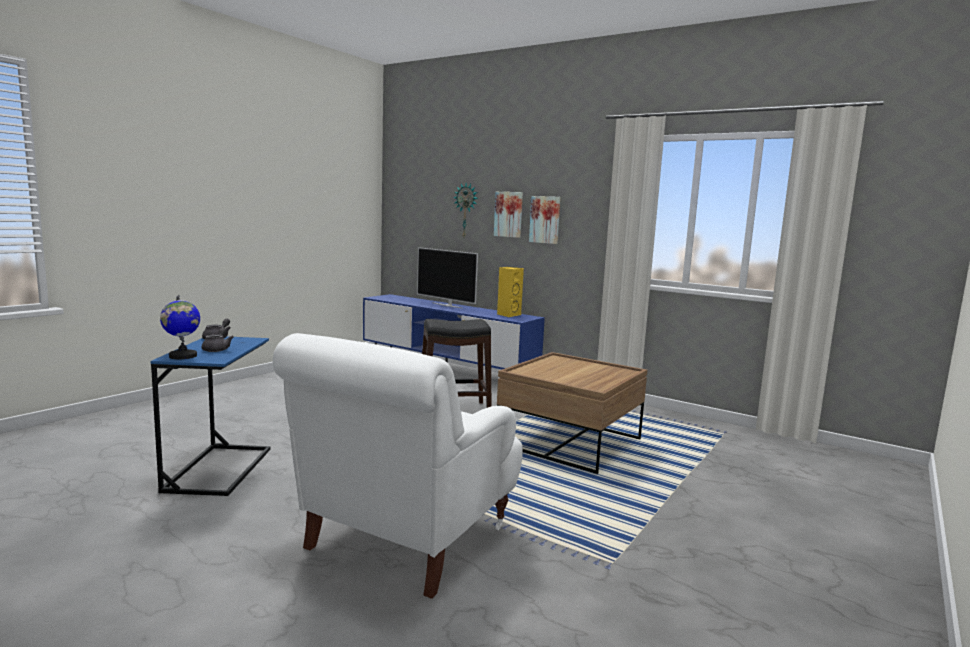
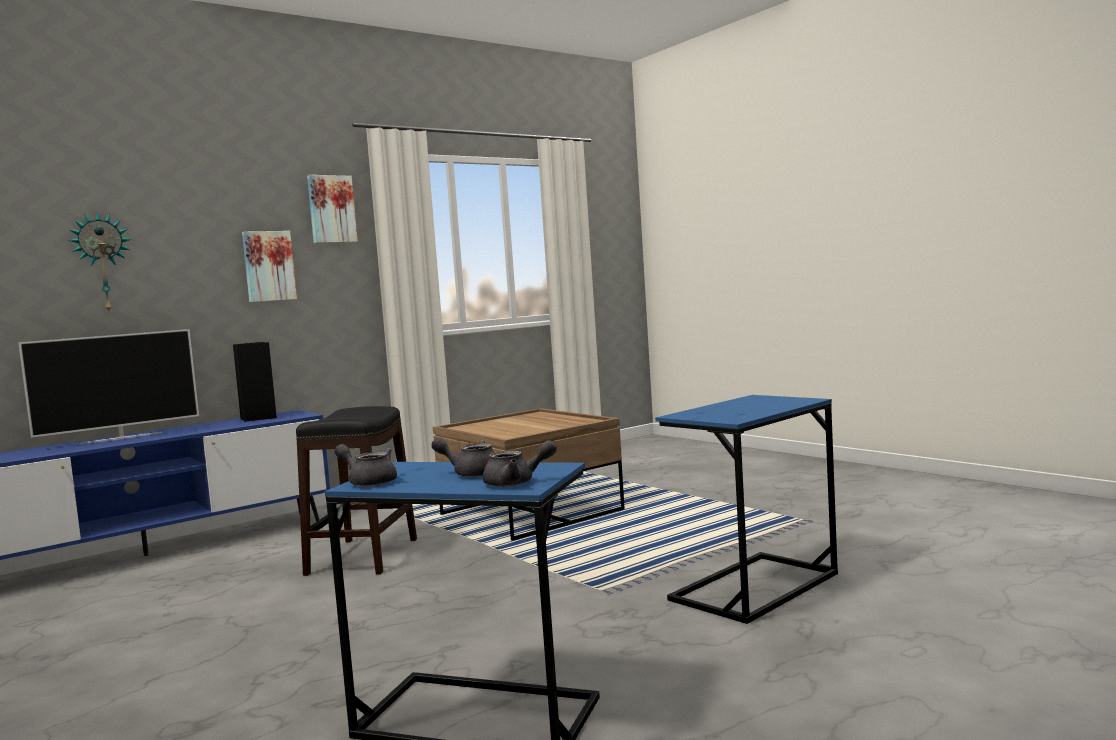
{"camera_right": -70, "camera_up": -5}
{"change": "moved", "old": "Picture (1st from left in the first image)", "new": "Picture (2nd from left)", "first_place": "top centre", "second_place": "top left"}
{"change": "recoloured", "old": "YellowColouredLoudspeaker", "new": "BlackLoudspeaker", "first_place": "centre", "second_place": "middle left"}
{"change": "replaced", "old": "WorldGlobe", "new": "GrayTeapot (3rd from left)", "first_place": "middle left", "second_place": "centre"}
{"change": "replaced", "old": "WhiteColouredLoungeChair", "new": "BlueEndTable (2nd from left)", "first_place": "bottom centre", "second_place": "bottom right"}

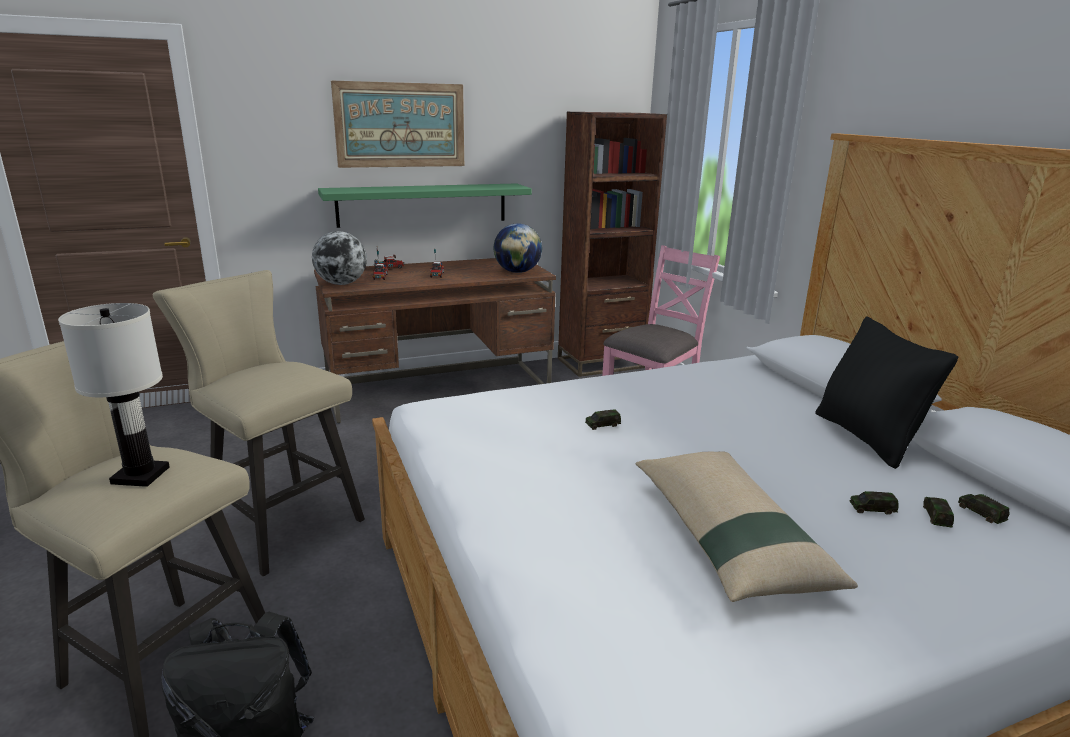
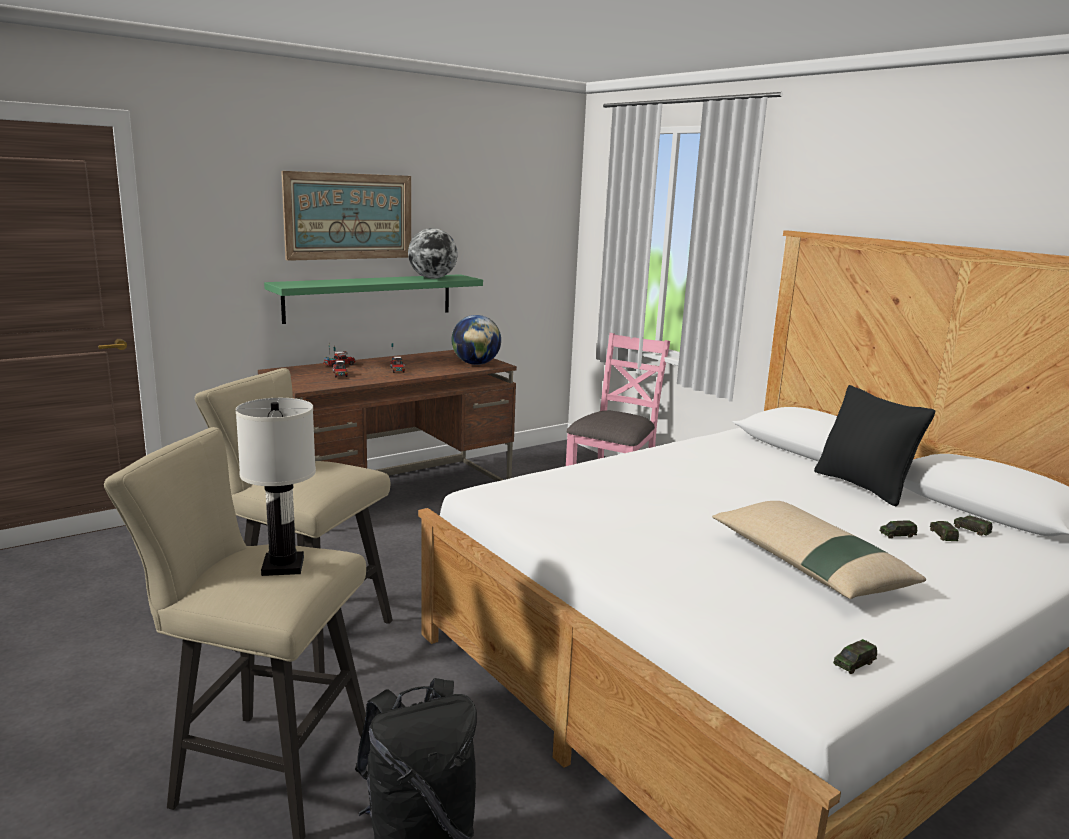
{"camera_right": -15, "camera_up": -5}
{"change": "removed", "old": "BrownShelvingUnit", "first_place": "top centre"}
{"change": "moved", "old": "WorldGlobe (1st from left)", "first_place": "middle left", "second_place": "top centre"}
{"change": "moved", "old": "ModelCar (1st from left)", "first_place": "centre", "second_place": "bottom right"}

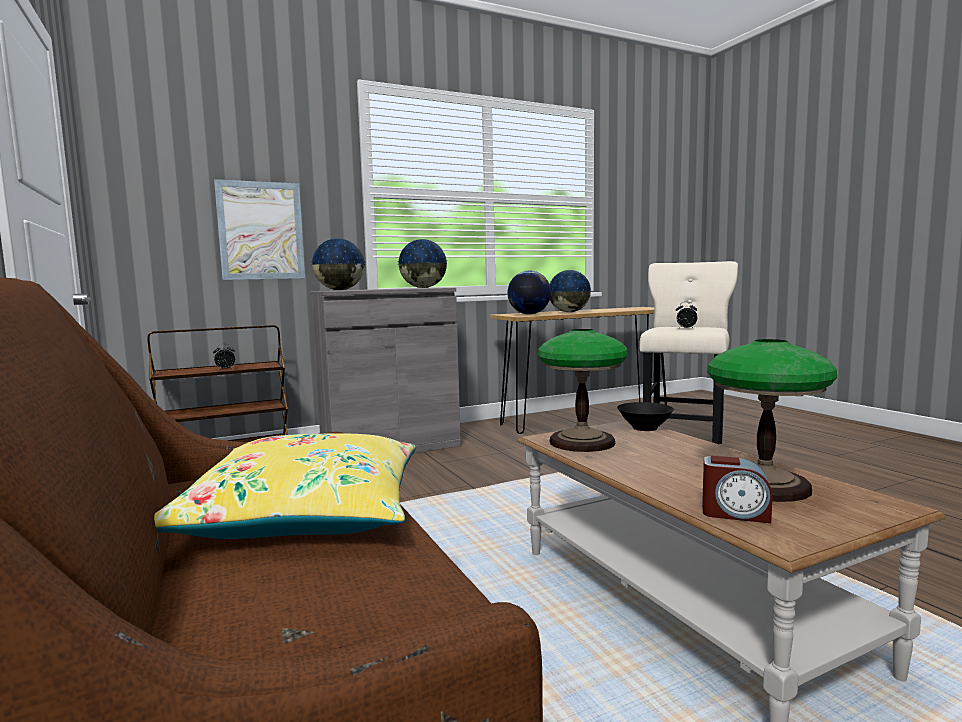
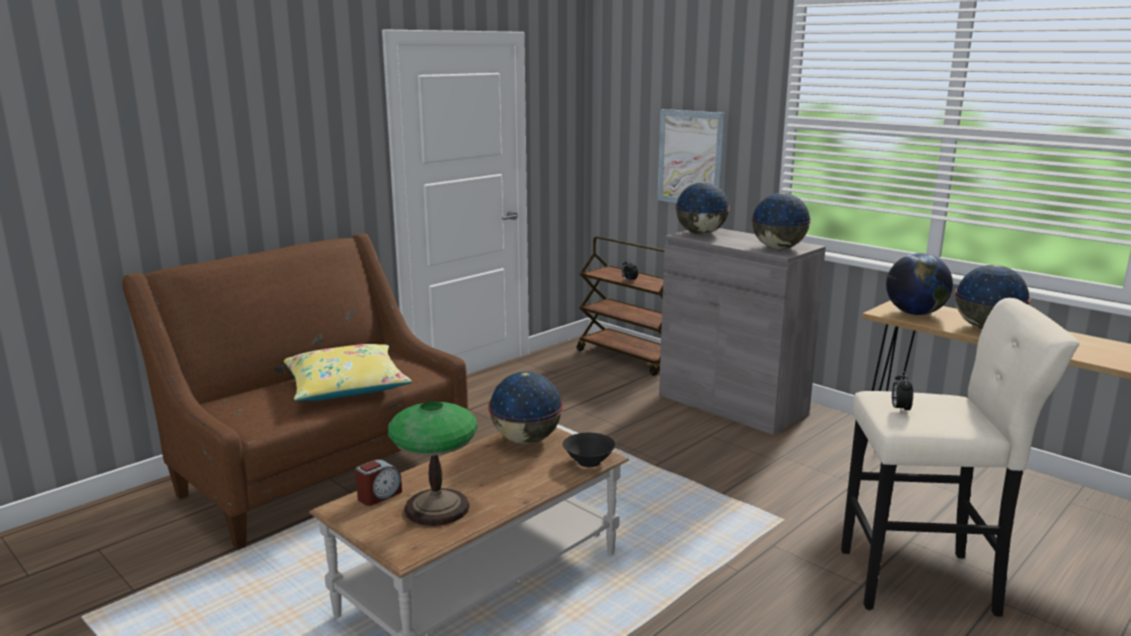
{"camera_right": 70, "camera_up": 10}
{"change": "replaced", "old": "LampForATable (1st from left)", "new": "WorldGlobe (1st from left)", "first_place": "centre", "second_place": "centre"}
{"change": "turned", "old": "TableClock (3rd from left in the first image)", "first_place": "bottom right", "second_place": "bottom centre", "degrees": -135}

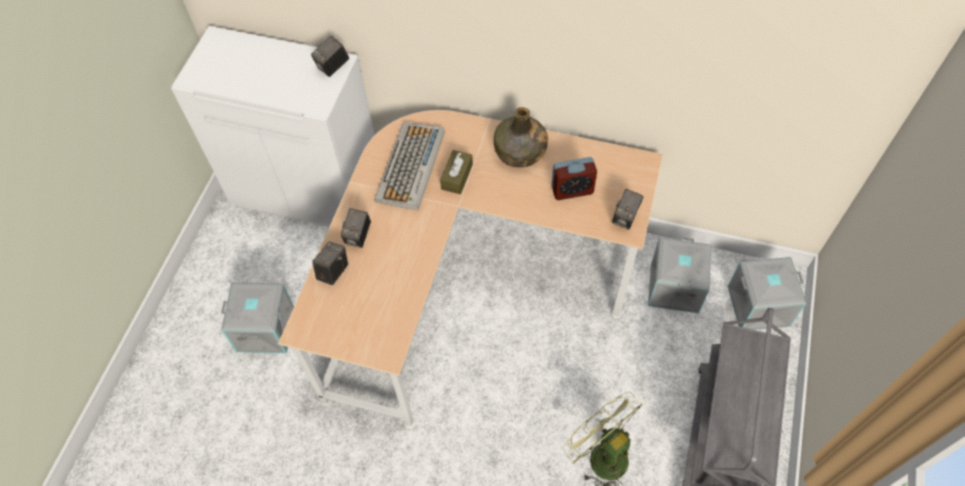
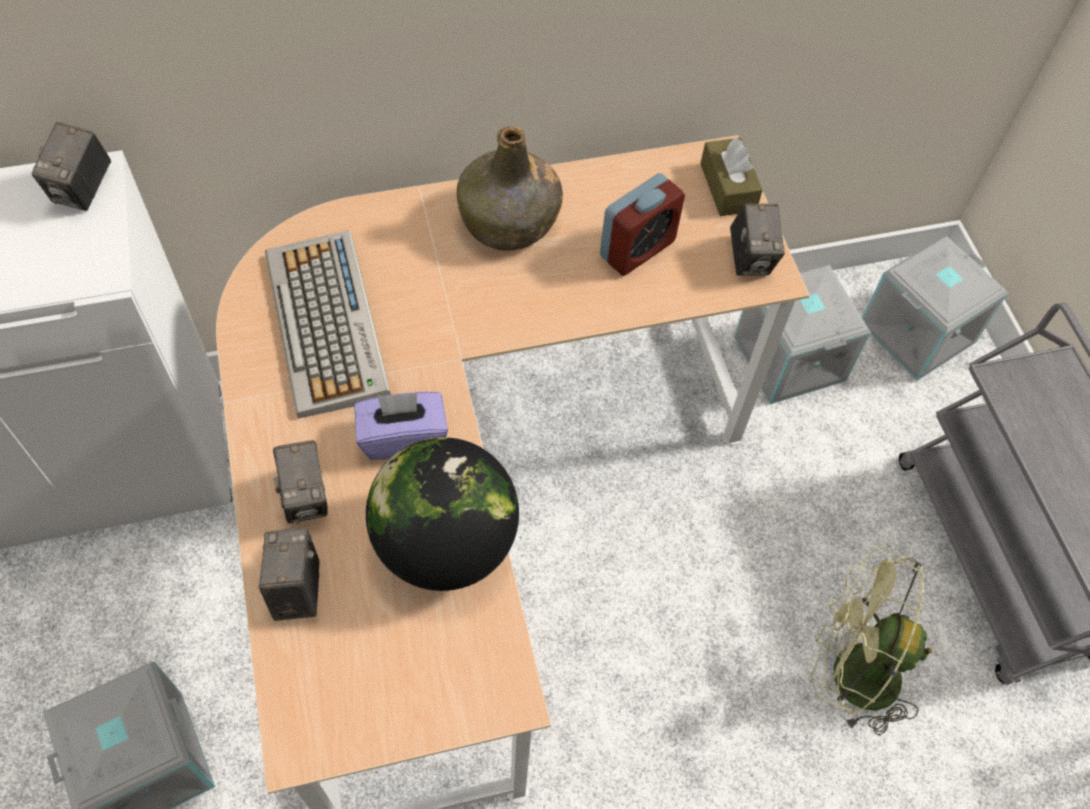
{"camera_right": -35, "camera_up": 0}
{"change": "moved", "old": "BrownBoxOfTissues", "first_place": "centre", "second_place": "top right"}
{"change": "added", "new": "PurpleBoxOfTissues", "second_place": "centre"}
{"change": "added", "new": "WorldGlobe", "second_place": "centre"}

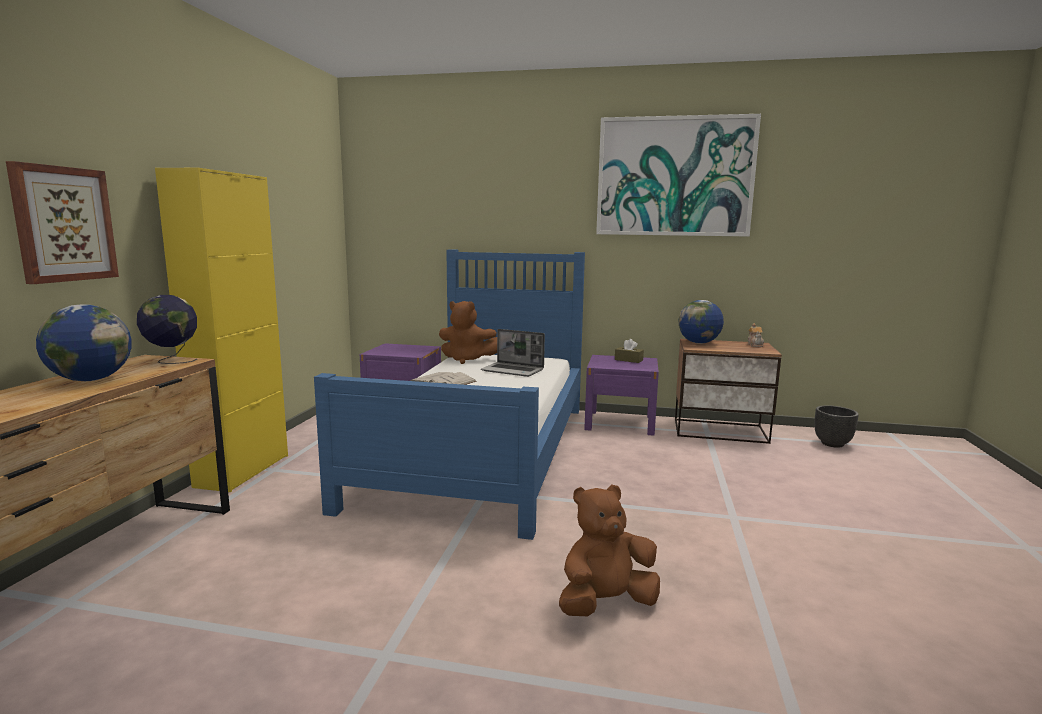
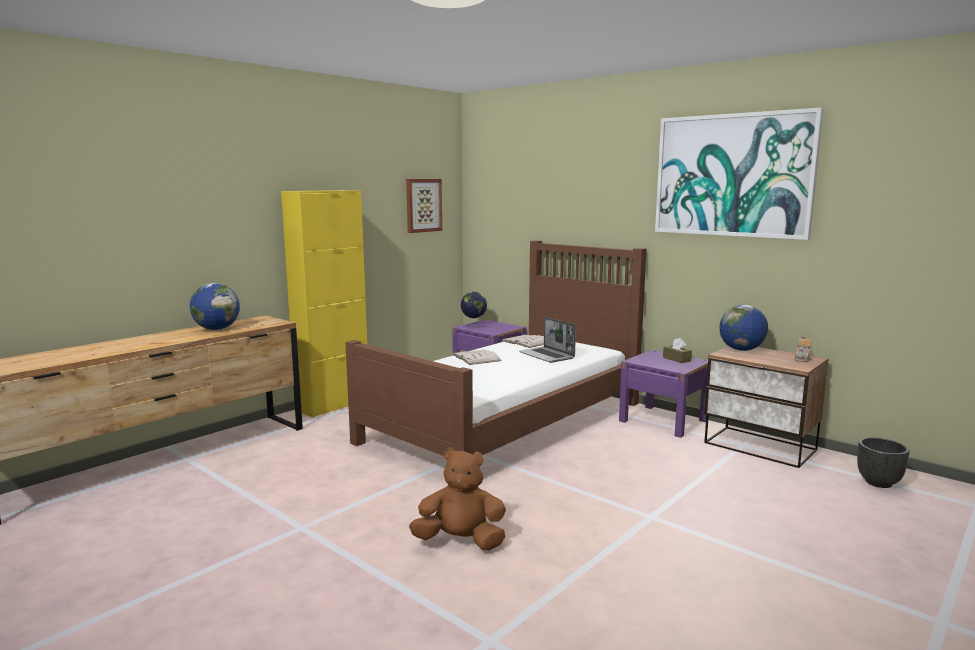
{"camera_right": 30, "camera_up": 0}
{"change": "moved", "old": "Picture (1st from left)", "first_place": "top left", "second_place": "top centre"}
{"change": "recoloured", "old": "BlueBedroomBed", "new": "BrownBedroomBed", "first_place": "centre", "second_place": "centre"}
{"change": "moved", "old": "WorldGlobe (2nd from left)", "first_place": "middle left", "second_place": "centre"}
{"change": "replaced", "old": "BrownSoftToy (1st from left)", "new": "WhiteColouredBoundBook (2nd from left)", "first_place": "centre", "second_place": "centre"}

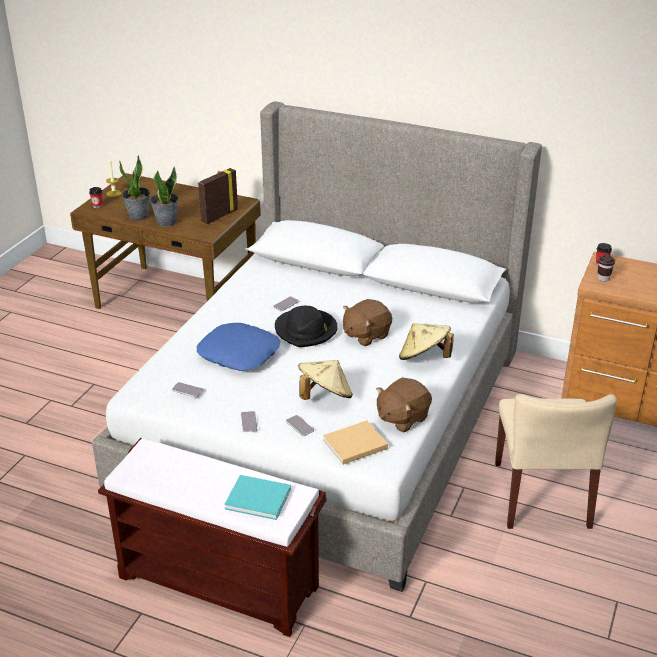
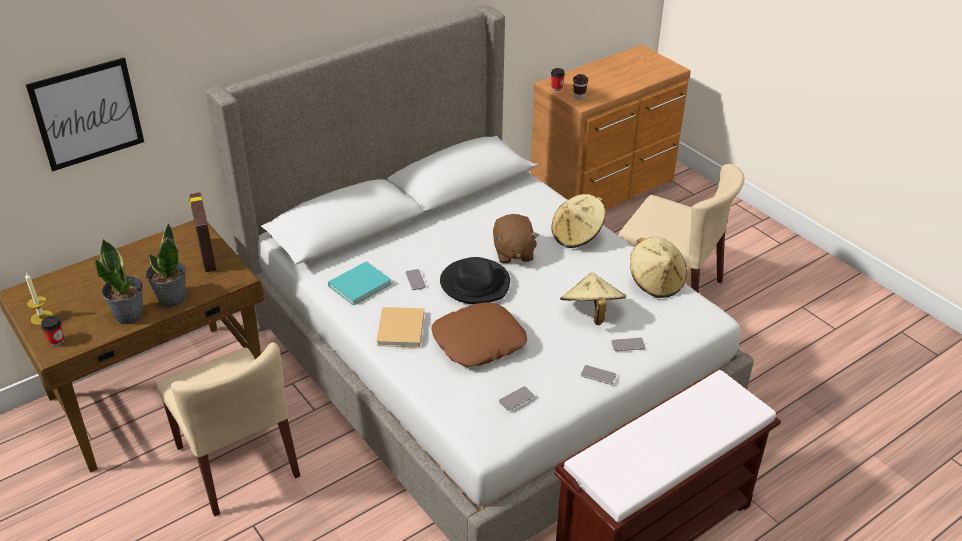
{"camera_right": -60, "camera_up": 5}
{"change": "recoloured", "old": "BluePillow", "new": "BrownPillow", "first_place": "centre", "second_place": "centre"}
{"change": "replaced", "old": "BrownSoftToy (2nd from left)", "new": "BeigeWearableHat (3rd from left)", "first_place": "centre", "second_place": "middle right"}
{"change": "moved", "old": "BeigeBoundBook", "first_place": "bottom centre", "second_place": "centre"}
{"change": "moved", "old": "TurquoiseBoundBook", "first_place": "bottom centre", "second_place": "centre"}
{"change": "added", "new": "Picture", "second_place": "top left"}
{"change": "added", "new": "BeigeChair (1st from left)", "second_place": "bottom left"}

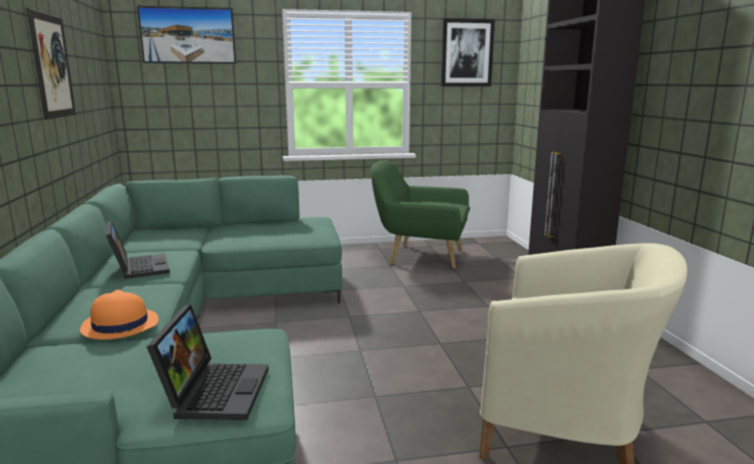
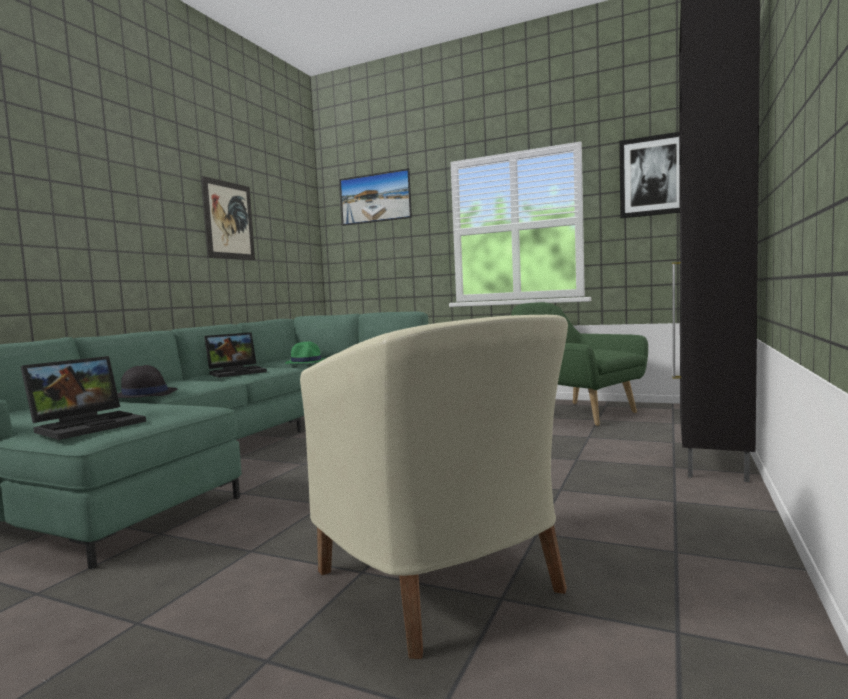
{"camera_right": 35, "camera_up": -10}
{"change": "turned", "old": "NotebookComputer (1st from left in the first image)", "first_place": "middle left", "second_place": "middle left", "degrees": 45}
{"change": "recoloured", "old": "OrangeColouredWearableHat", "new": "BlackWearableHat", "first_place": "bottom left", "second_place": "middle left"}
{"change": "added", "new": "GreenishWearableHat", "second_place": "centre"}

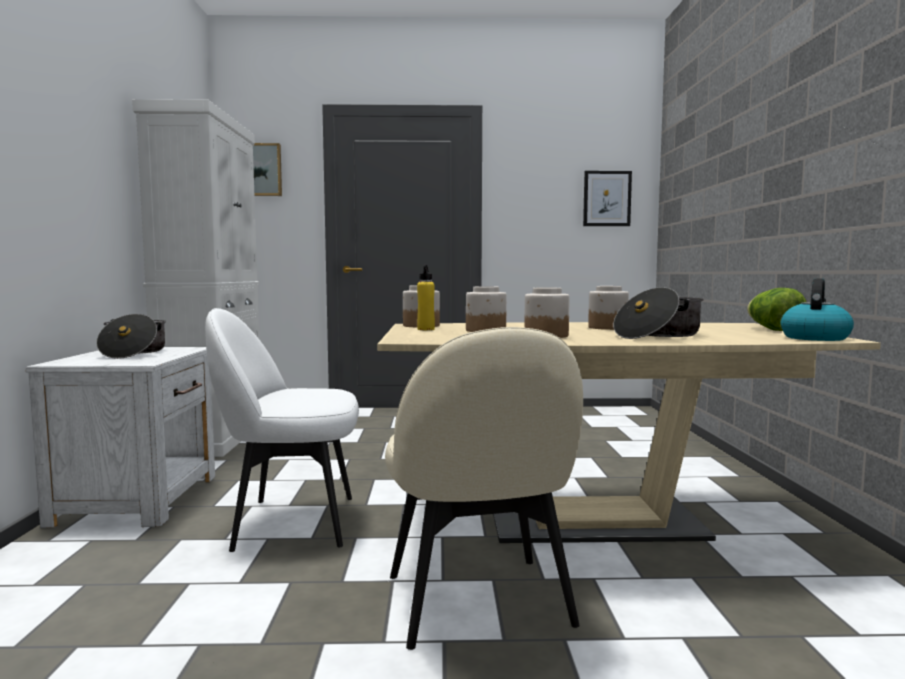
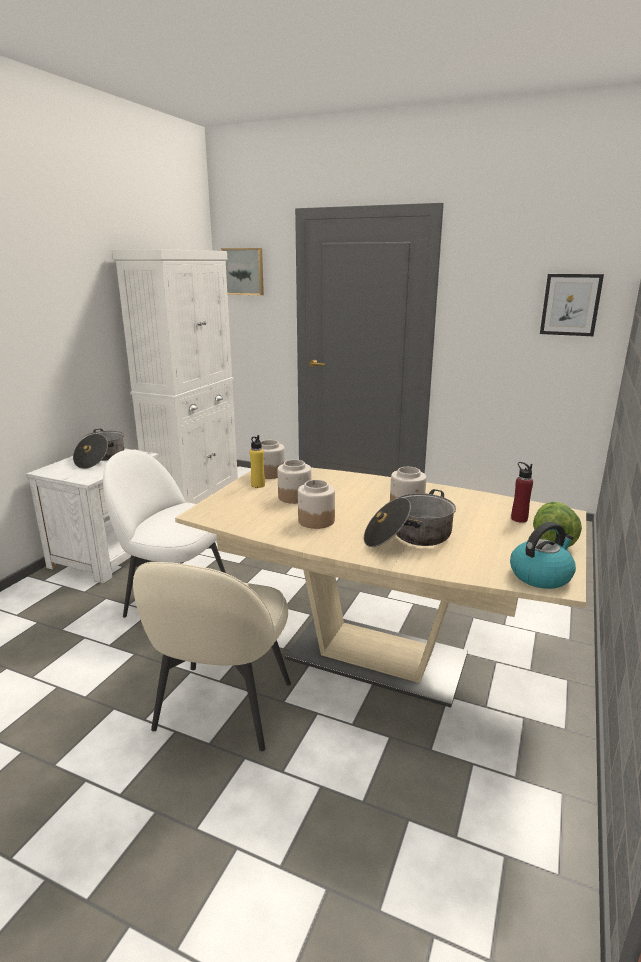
{"camera_right": 25, "camera_up": 15}
{"change": "added", "new": "RedBottle", "second_place": "middle right"}

